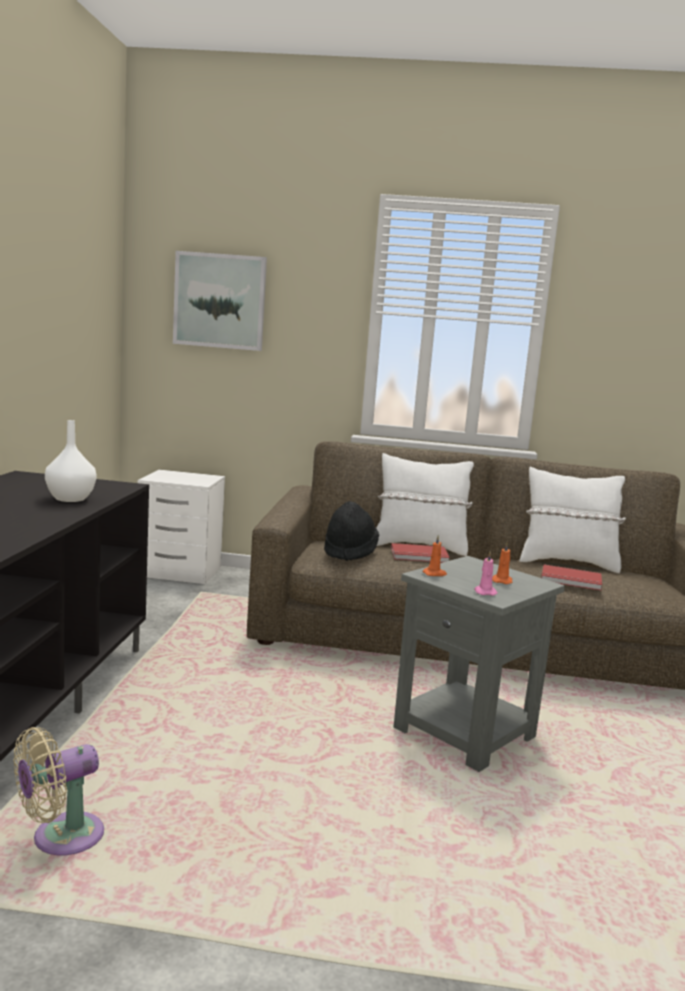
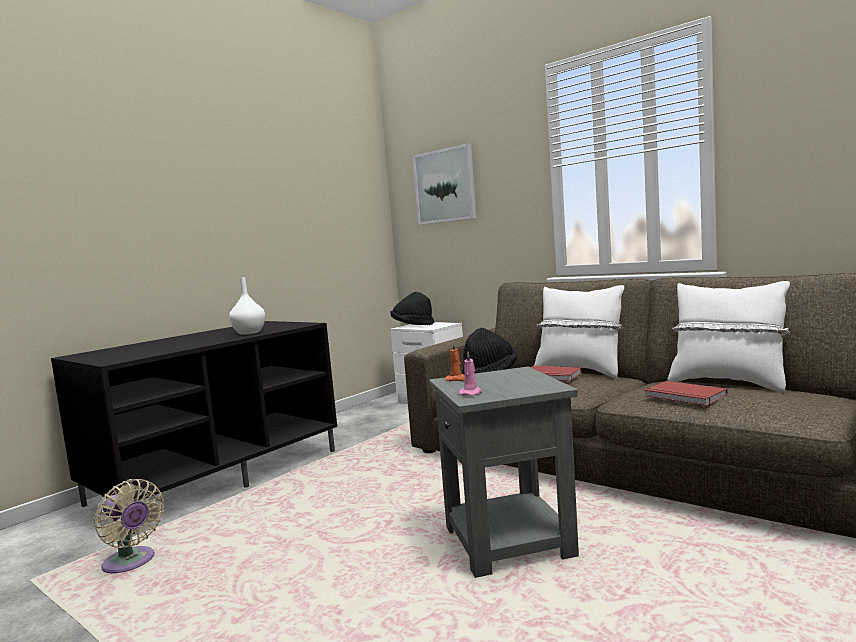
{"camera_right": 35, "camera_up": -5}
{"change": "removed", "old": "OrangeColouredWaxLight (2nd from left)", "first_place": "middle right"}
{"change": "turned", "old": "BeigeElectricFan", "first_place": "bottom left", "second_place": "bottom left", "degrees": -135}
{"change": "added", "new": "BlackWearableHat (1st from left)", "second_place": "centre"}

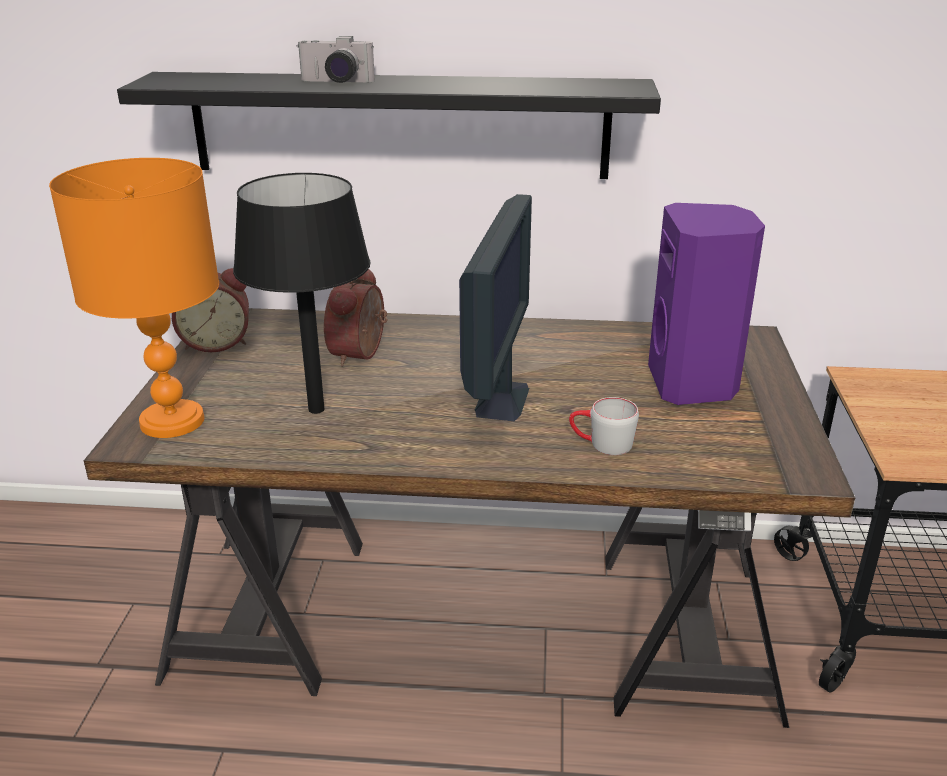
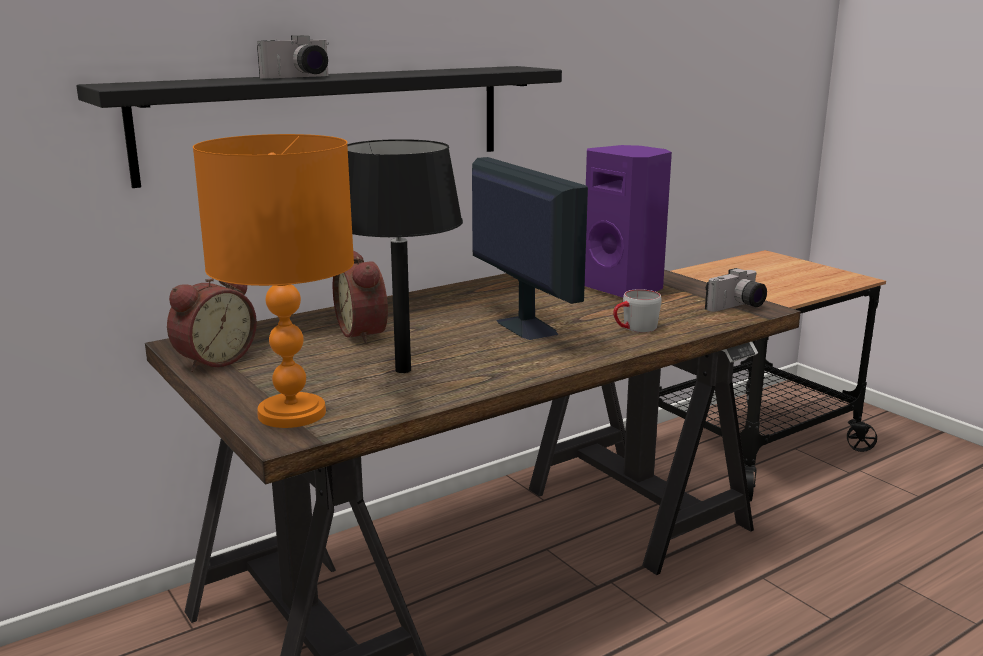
{"camera_right": -40, "camera_up": -10}
{"change": "added", "new": "PhotoCamera (2nd from left)", "second_place": "middle right"}

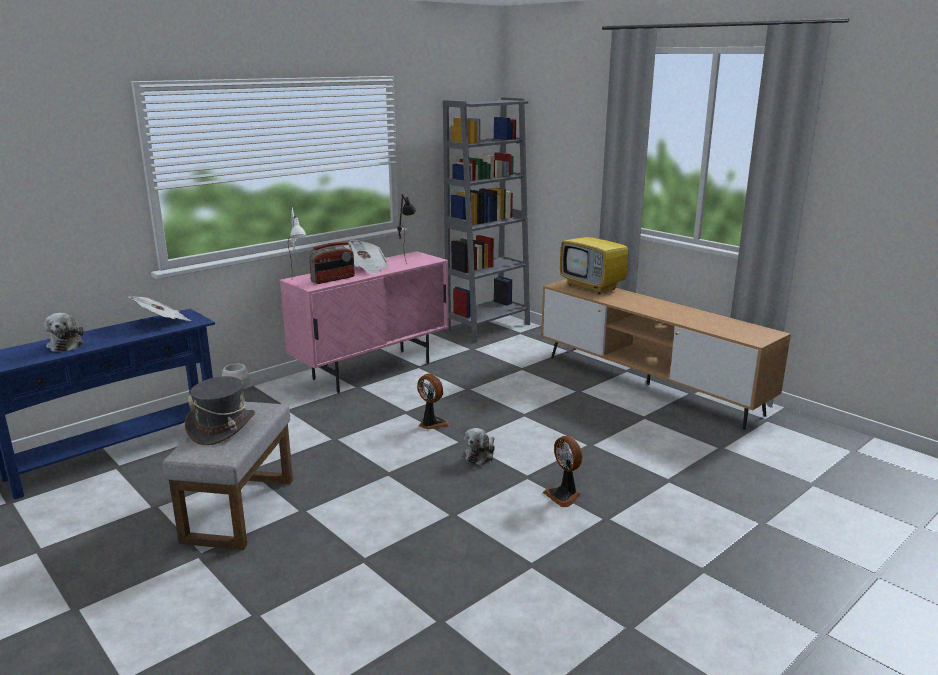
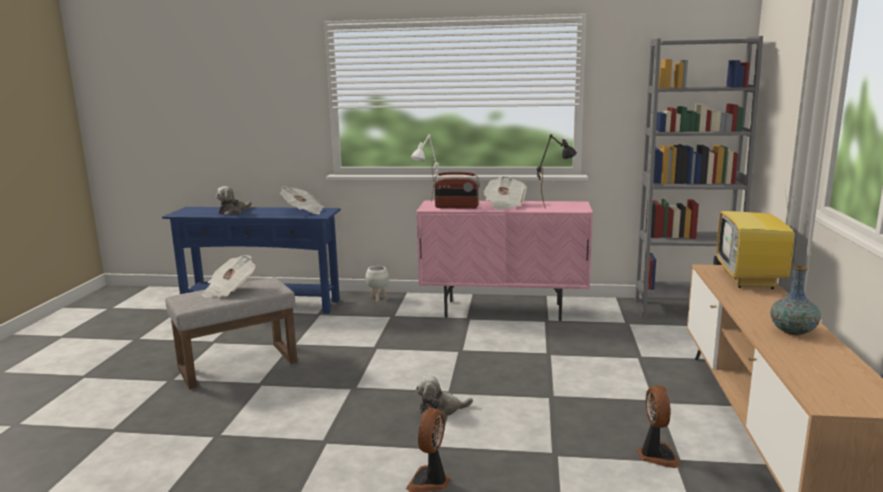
{"camera_right": 50, "camera_up": -5}
{"change": "moved", "old": "ElectricFan (1st from left in the first image)", "new": "ElectricFan (2nd from left)", "first_place": "centre", "second_place": "bottom right"}
{"change": "replaced", "old": "GrayWearableHat", "new": "PrintedPaper (1st from left)", "first_place": "middle left", "second_place": "middle left"}
{"change": "added", "new": "FlowerVase", "second_place": "middle right"}

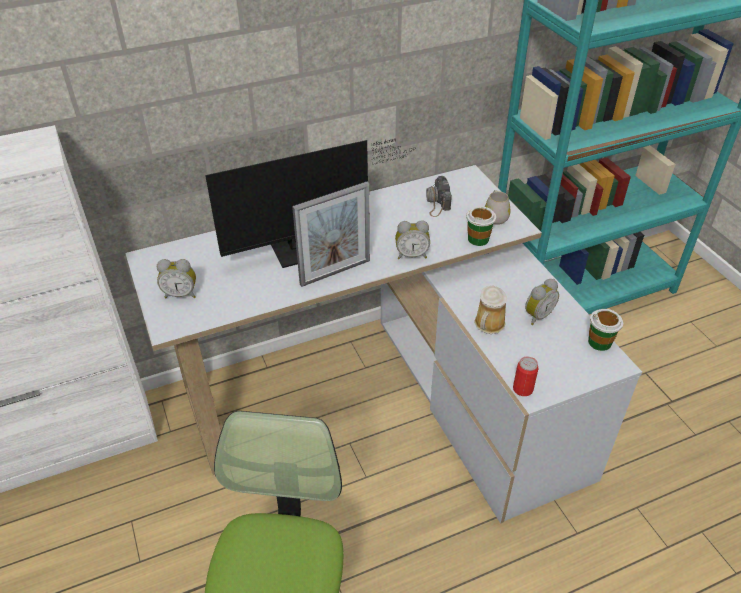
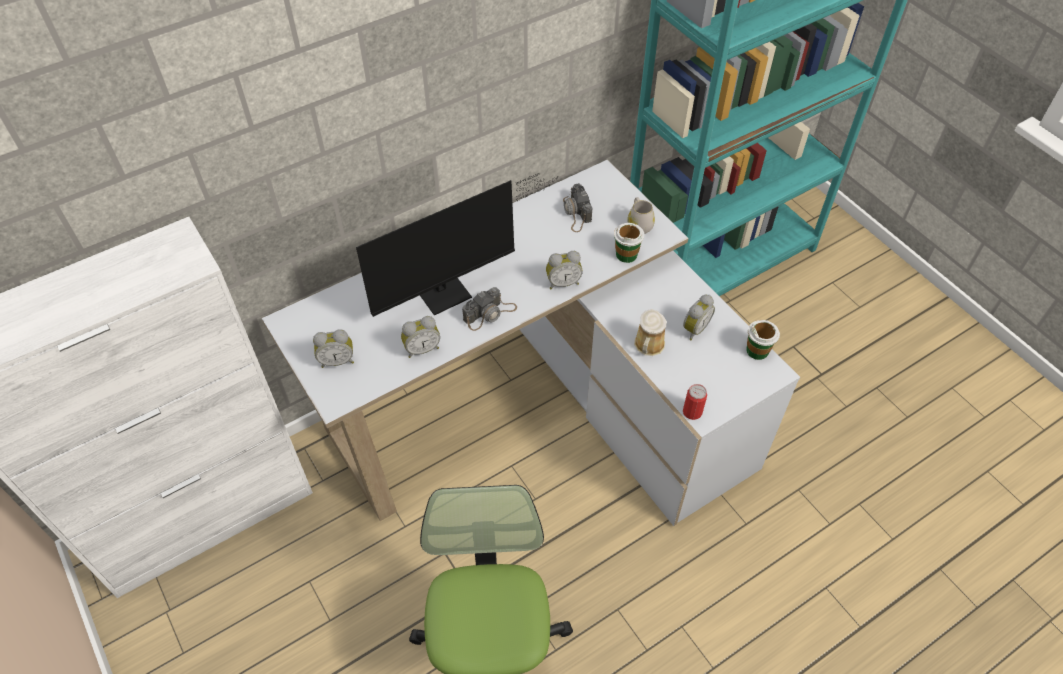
{"camera_right": -10, "camera_up": 10}
{"change": "replaced", "old": "PictureFrame", "new": "PhotoCamera (1st from left)", "first_place": "centre", "second_place": "centre"}
{"change": "added", "new": "TableClock (2nd from left)", "second_place": "centre"}

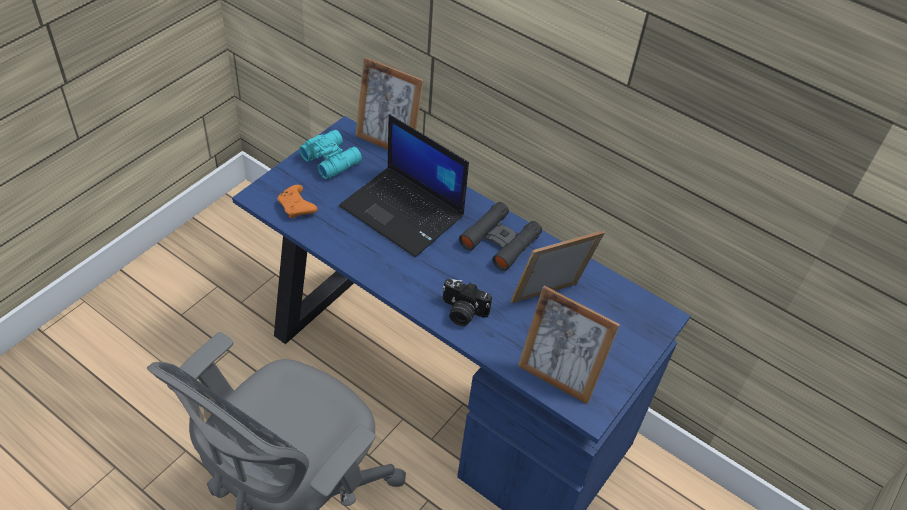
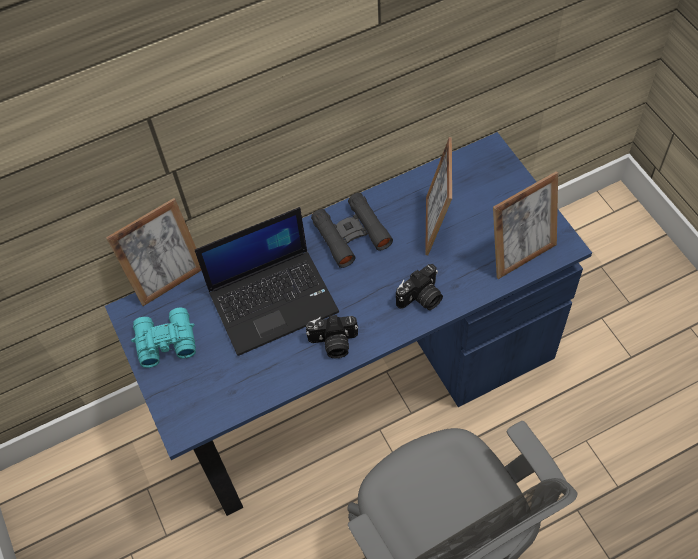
{"camera_right": -55, "camera_up": 10}
{"change": "removed", "old": "OrangeColouredJoypad", "first_place": "middle left"}
{"change": "added", "new": "PhotoCamera (1st from left)", "second_place": "centre"}

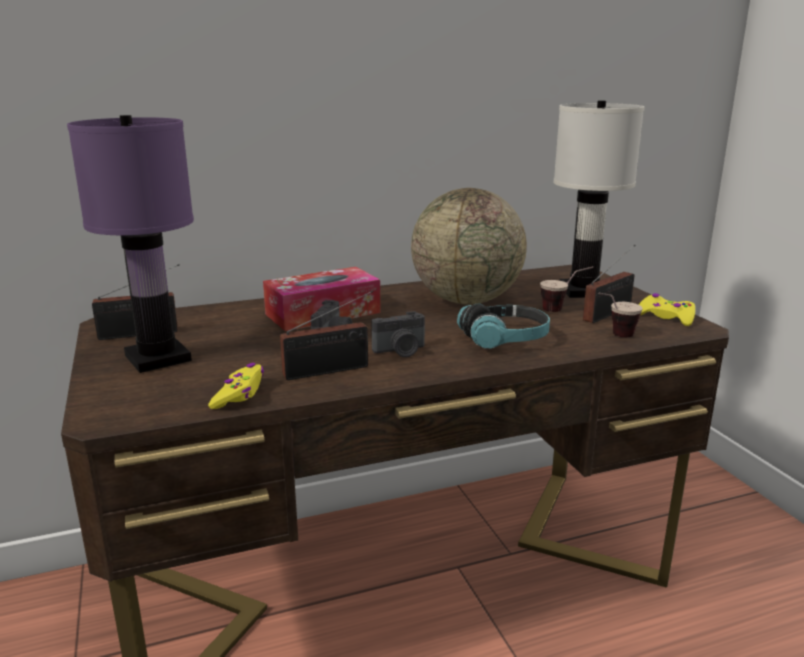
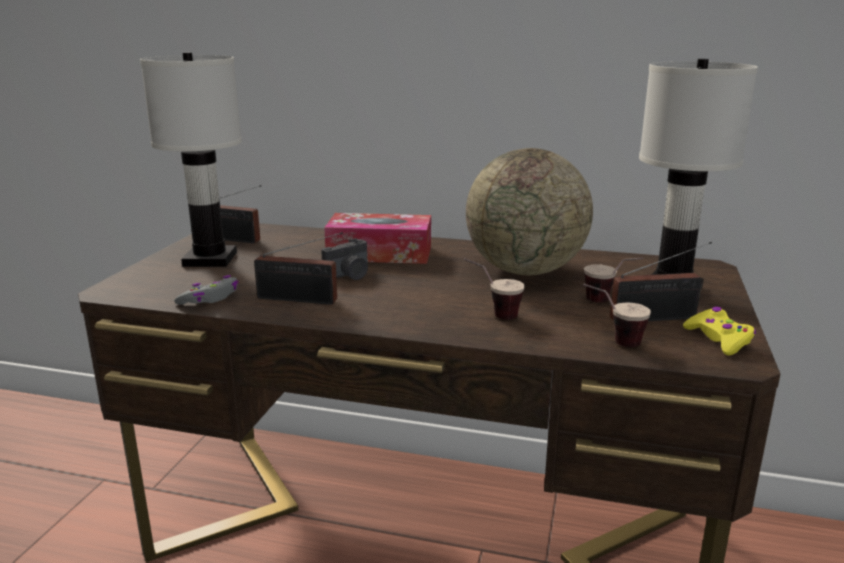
{"camera_right": 35, "camera_up": 0}
{"change": "recoloured", "old": "PurpleLampForATable", "new": "WhiteColouredLampForATable (1st from left)", "first_place": "middle left", "second_place": "top left"}
{"change": "replaced", "old": "Headset", "new": "SmallCup (1st from left)", "first_place": "centre", "second_place": "centre"}
{"change": "removed", "old": "PhotoCamera (2nd from left)", "first_place": "centre"}
{"change": "recoloured", "old": "YellowColouredJoypad (1st from left)", "new": "GrayJoypad", "first_place": "middle left", "second_place": "middle left"}

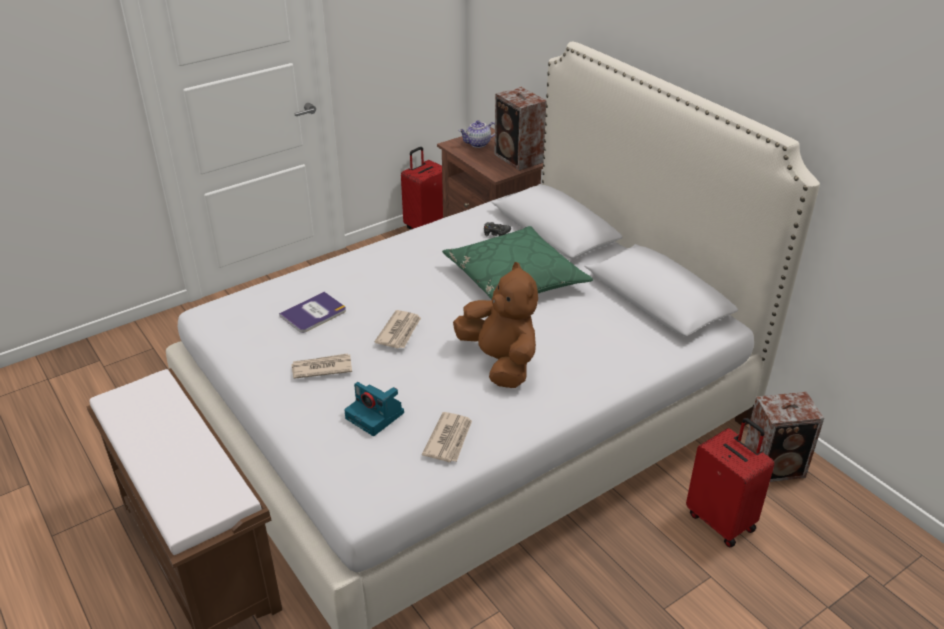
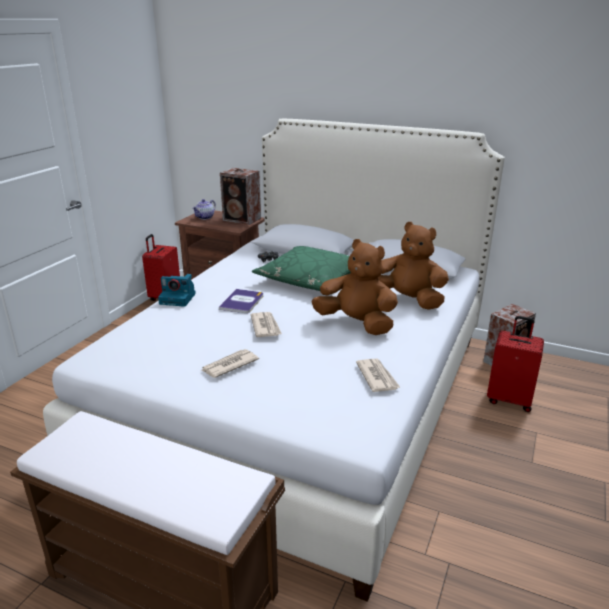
{"camera_right": -30, "camera_up": -10}
{"change": "moved", "old": "BoundBook", "first_place": "middle left", "second_place": "centre"}
{"change": "moved", "old": "PhotoCamera", "first_place": "centre", "second_place": "middle left"}
{"change": "added", "new": "BrownSoftToy (2nd from left)", "second_place": "middle right"}

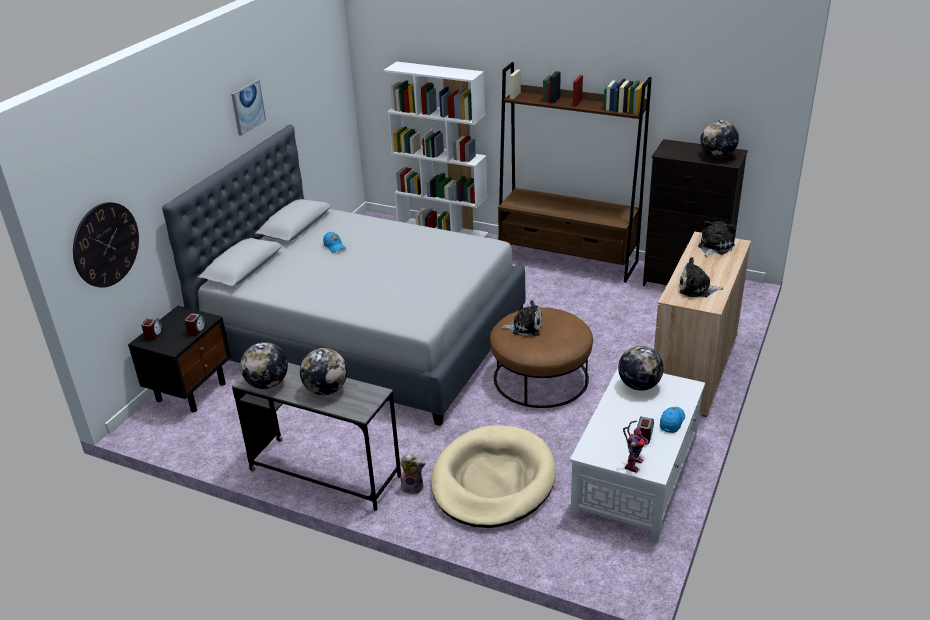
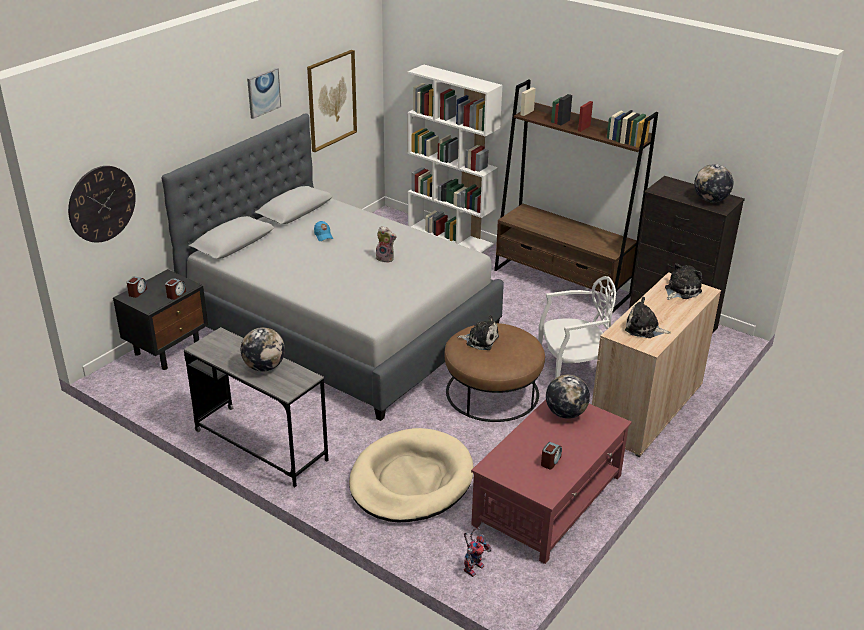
{"camera_right": 10, "camera_up": 0}
{"change": "removed", "old": "WorldGlobe (1st from left)", "first_place": "middle left"}
{"change": "recoloured", "old": "WhiteColouredLowTable", "new": "RedLowTable", "first_place": "bottom right", "second_place": "bottom centre"}
{"change": "removed", "old": "BlueCap (2nd from left)", "first_place": "bottom right"}
{"change": "moved", "old": "ToyRobot", "first_place": "bottom right", "second_place": "bottom centre"}
{"change": "moved", "old": "SoftToy (1st from left)", "first_place": "bottom centre", "second_place": "centre"}
{"change": "added", "new": "Picture (2nd from left)", "second_place": "top centre"}
{"change": "added", "new": "WhiteColouredChair", "second_place": "middle right"}

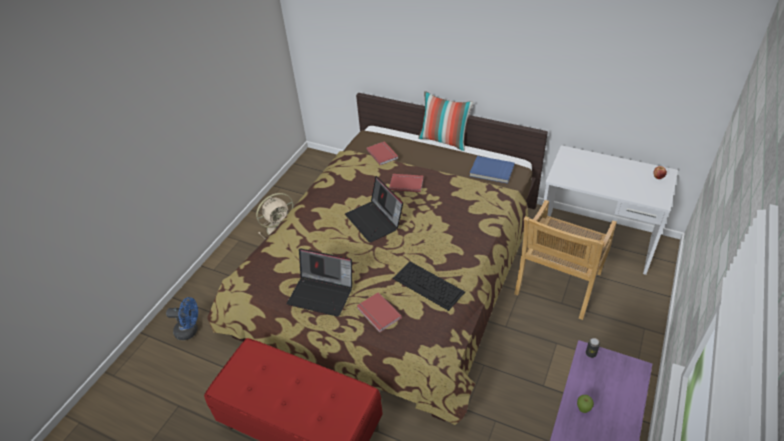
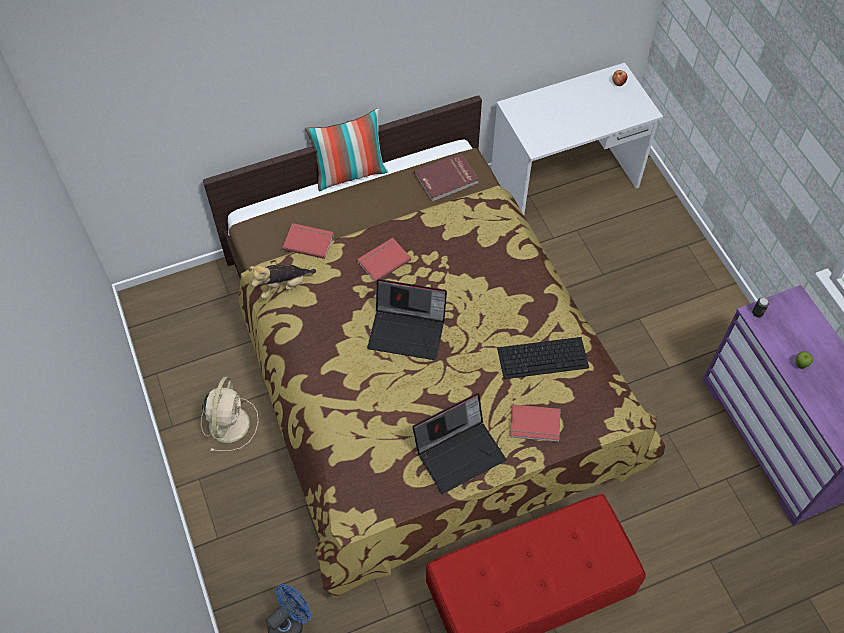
{"camera_right": -50, "camera_up": 15}
{"change": "recoloured", "old": "BlueBoundBook", "new": "RedBoundBook (3rd from left)", "first_place": "centre", "second_place": "top centre"}
{"change": "removed", "old": "BeigeChair", "first_place": "middle right"}
{"change": "added", "new": "SoftToy", "second_place": "centre"}

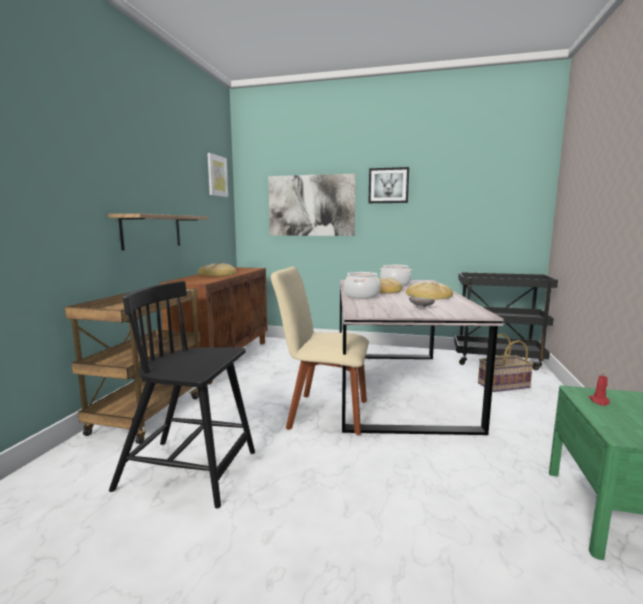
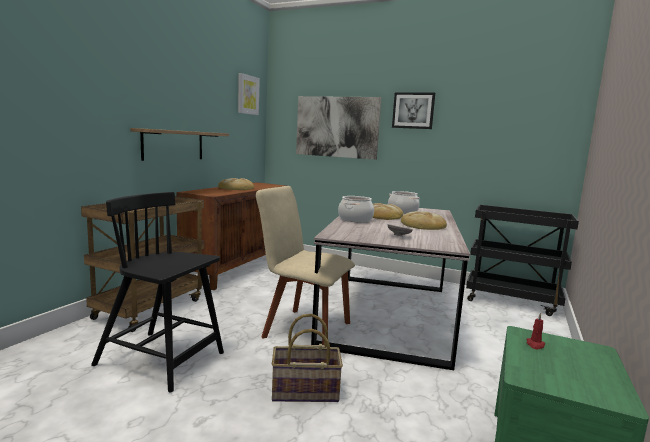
{"camera_right": 10, "camera_up": 0}
{"change": "moved", "old": "Basket", "first_place": "middle right", "second_place": "bottom centre"}

